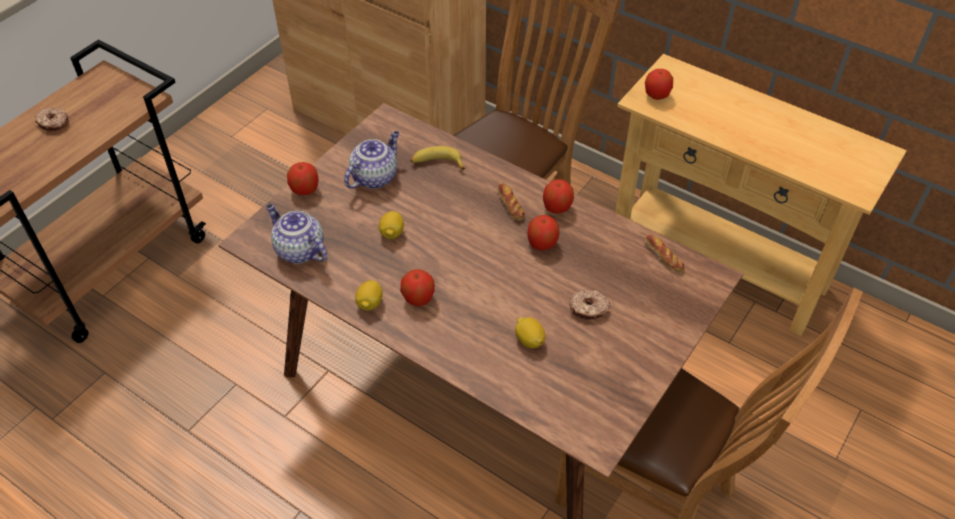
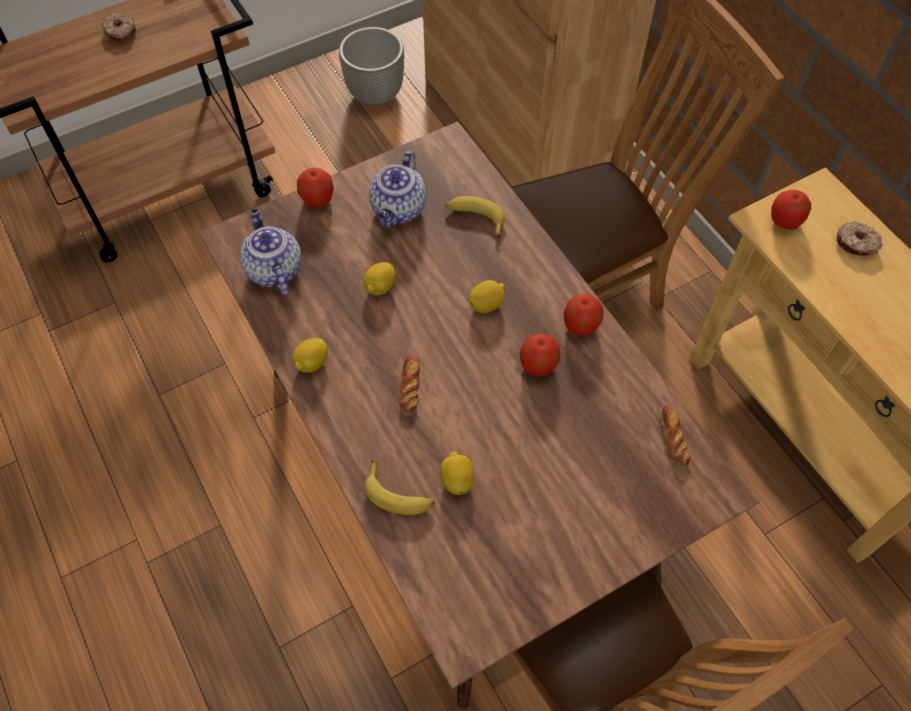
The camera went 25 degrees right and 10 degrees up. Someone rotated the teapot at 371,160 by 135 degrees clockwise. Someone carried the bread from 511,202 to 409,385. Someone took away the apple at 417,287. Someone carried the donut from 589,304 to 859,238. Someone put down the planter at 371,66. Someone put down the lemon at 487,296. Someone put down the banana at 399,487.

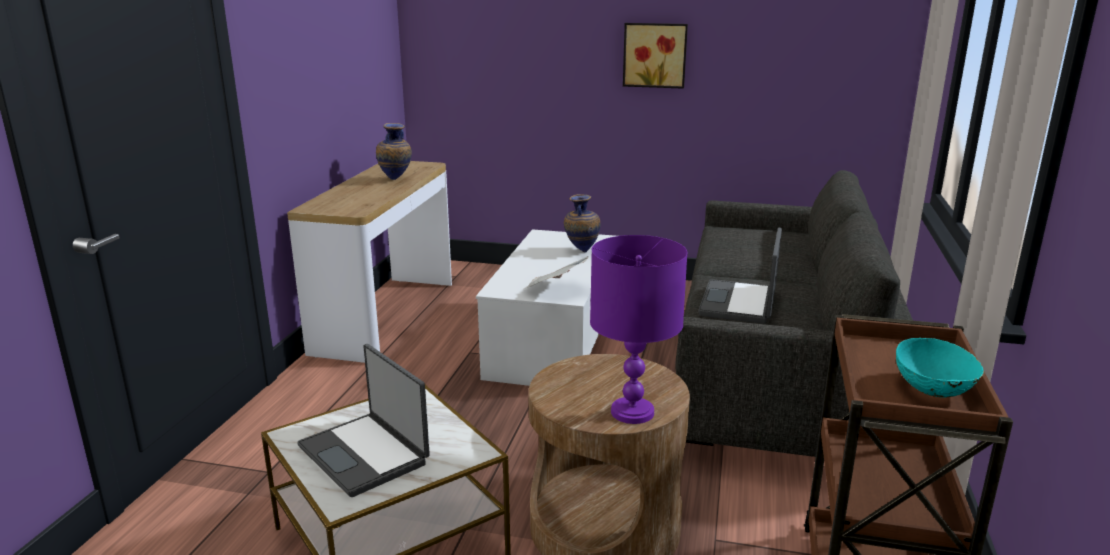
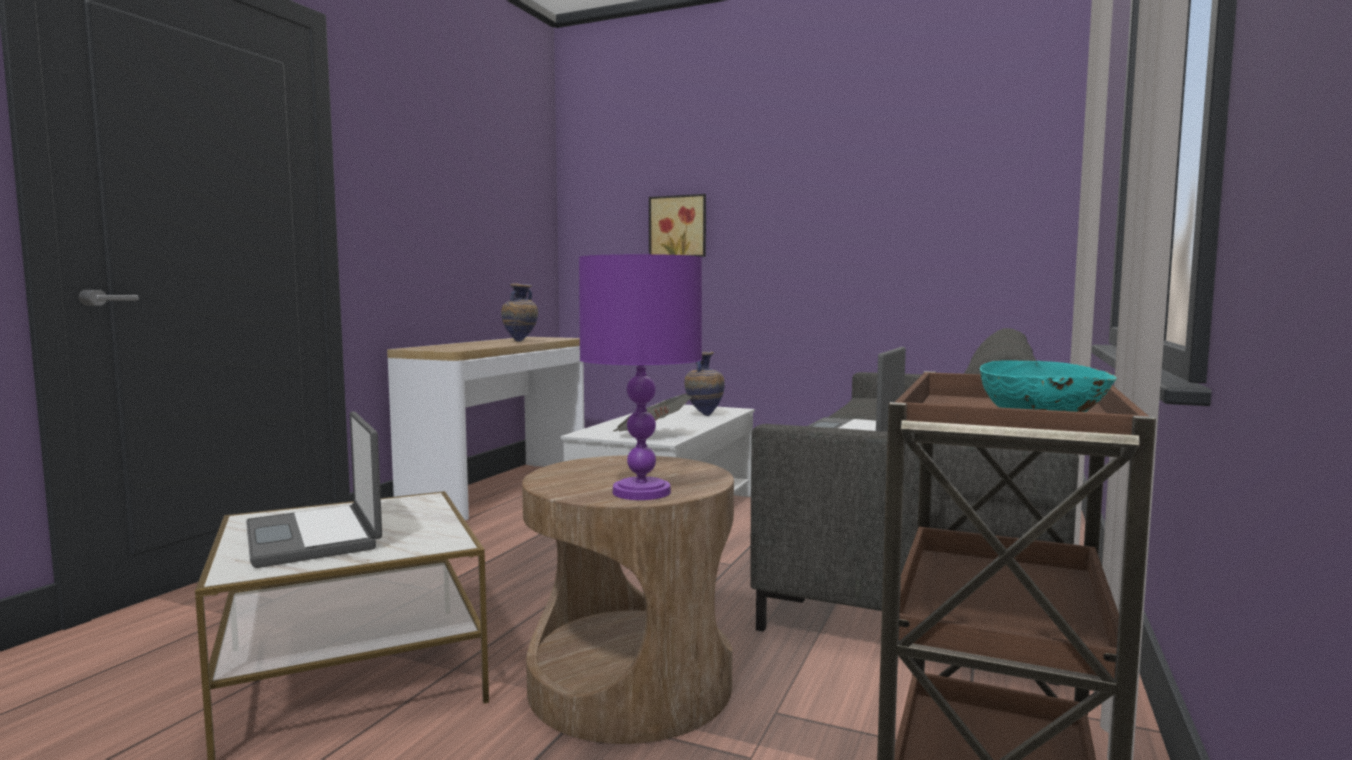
The camera went 10 degrees right and 15 degrees down. Someone carried the picture from 655,56 to 677,225.

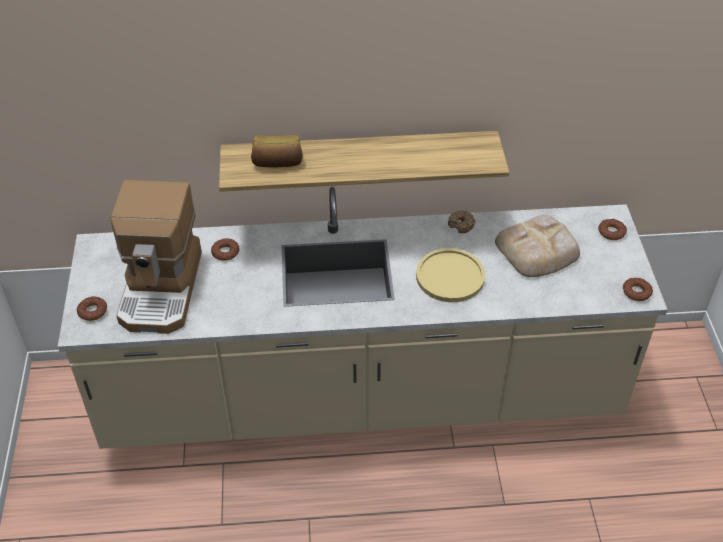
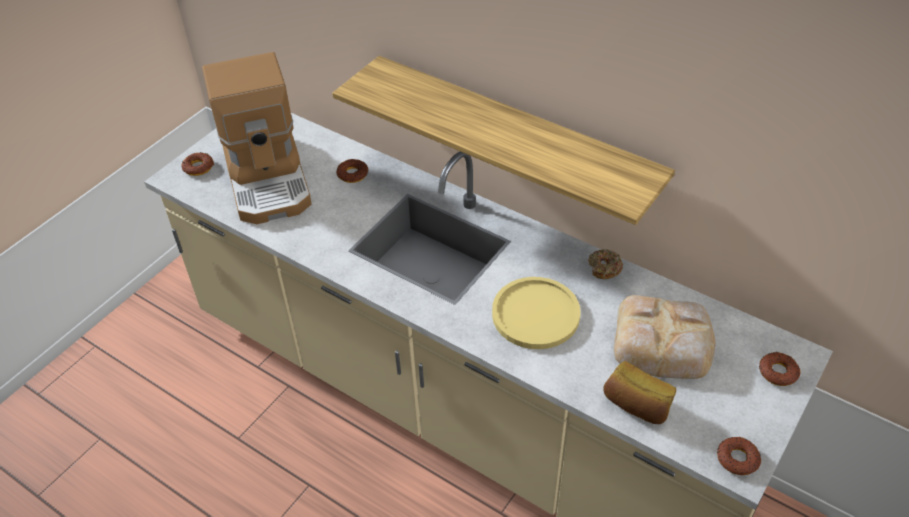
The camera went 40 degrees right and 0 degrees up. Someone carried the bread from 277,151 to 639,392. Someone rotated the coffee machine at 156,257 by 60 degrees counterclockwise.

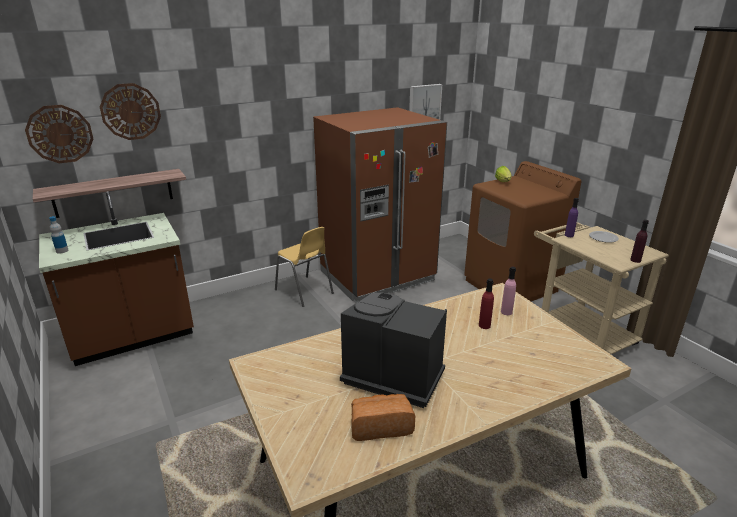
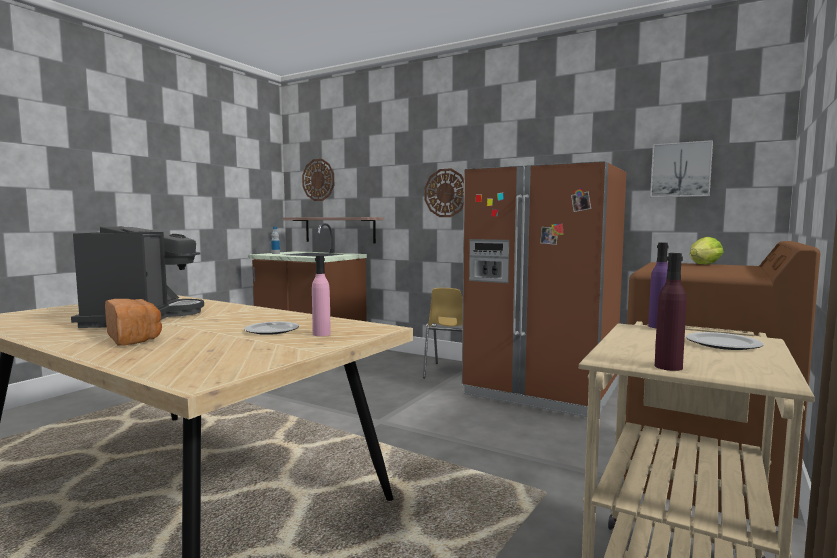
The camera went 60 degrees right and 20 degrees down. Someone carried the wall clock from 130,111 to 444,192. Someone swapped the bottle in red at 486,304 for the plate at 271,328. Someone carried the bread from 383,417 to 133,322.

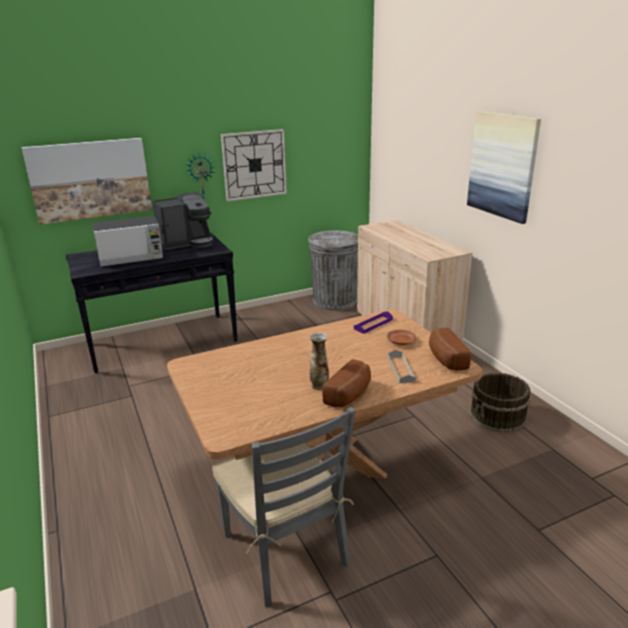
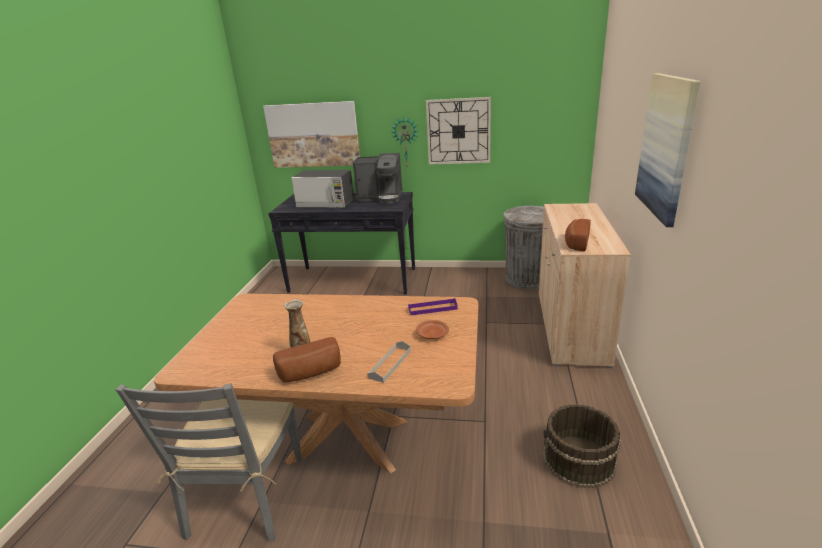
The camera went 35 degrees right and 0 degrees up. Someone carried the bread from 450,349 to 578,235.

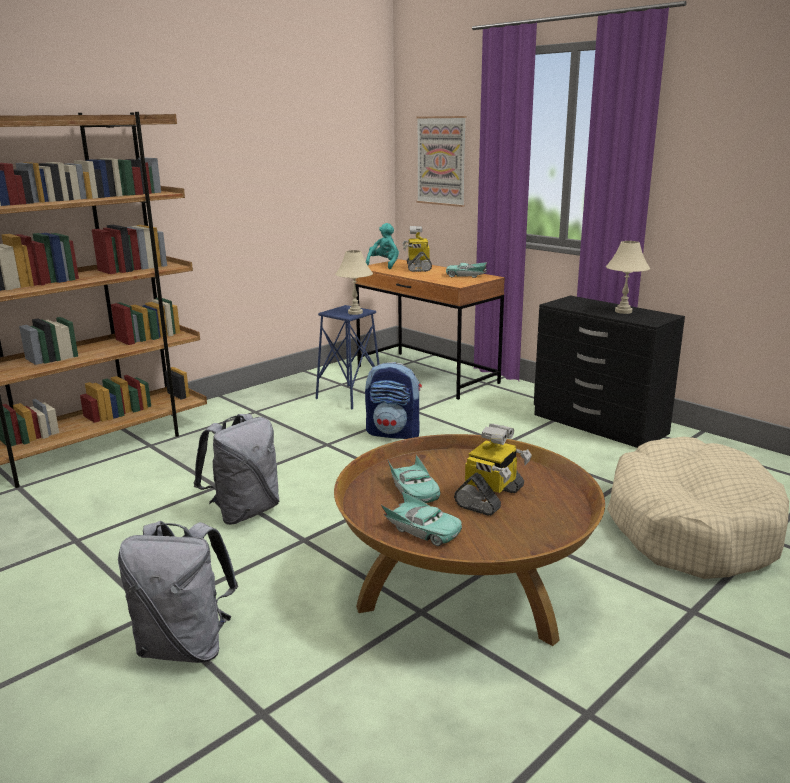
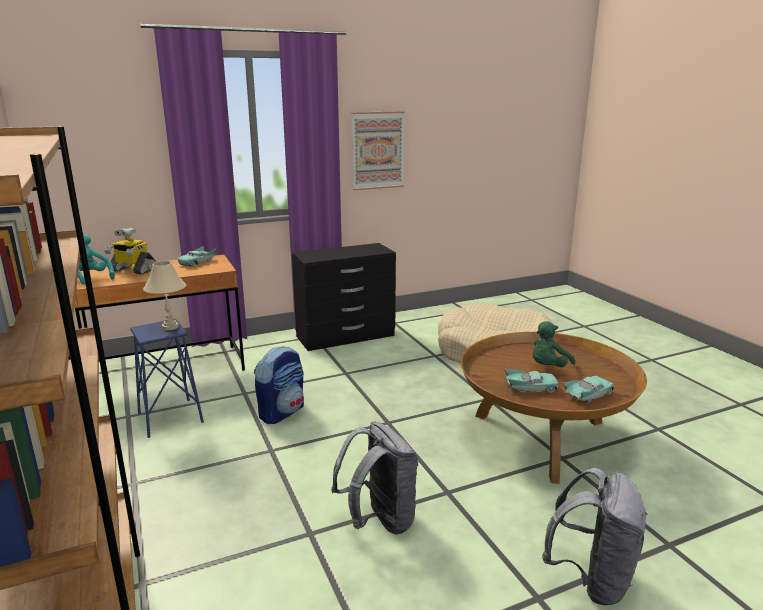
The camera went 70 degrees left and 0 degrees up. Someone carried the picture from 441,161 to 378,150. Someone took away the table lamp in beige at 628,277. Someone swapped the toy robot at 493,470 for the plush toy in green at 554,344.

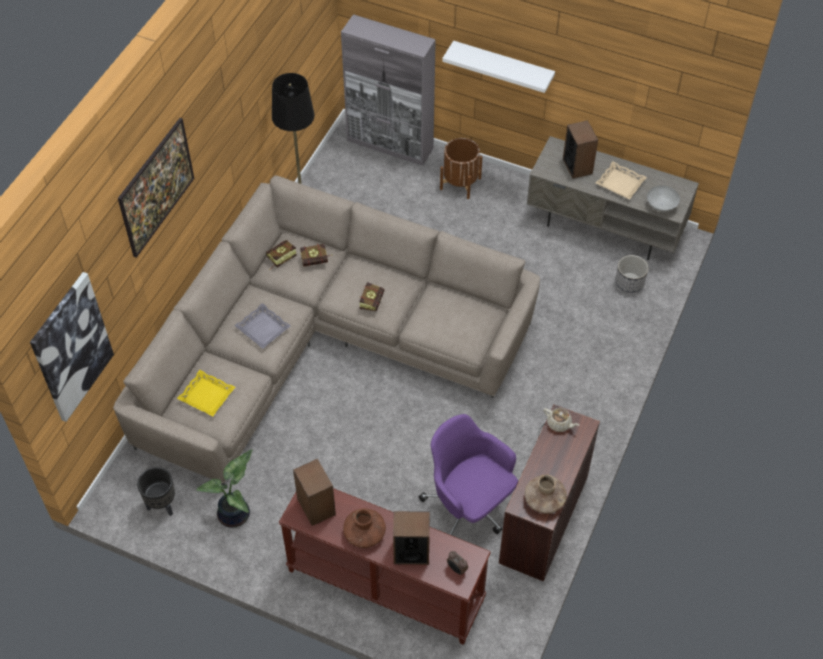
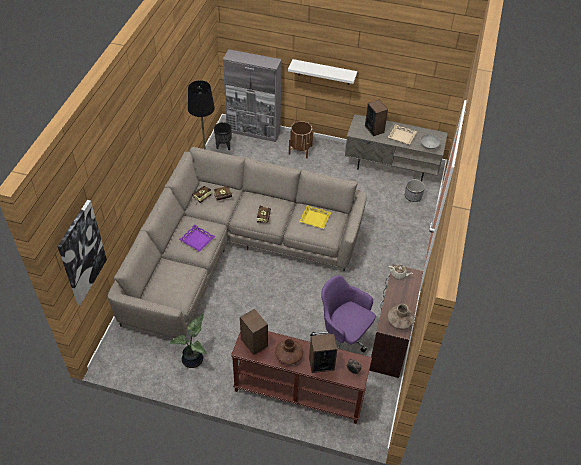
The camera went 10 degrees left and 5 degrees down. Someone took away the picture at 156,188. Someone repainted the tray in grey at 262,326, which became the tray in purple at 197,238. Someone carried the tray in yellow from 206,393 to 315,217. Someone carried the planter in black from 156,491 to 223,136.

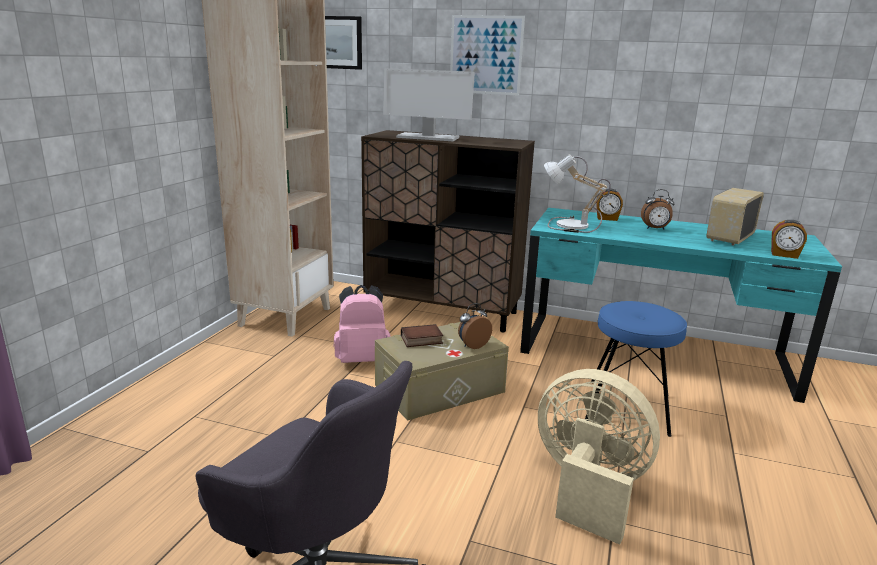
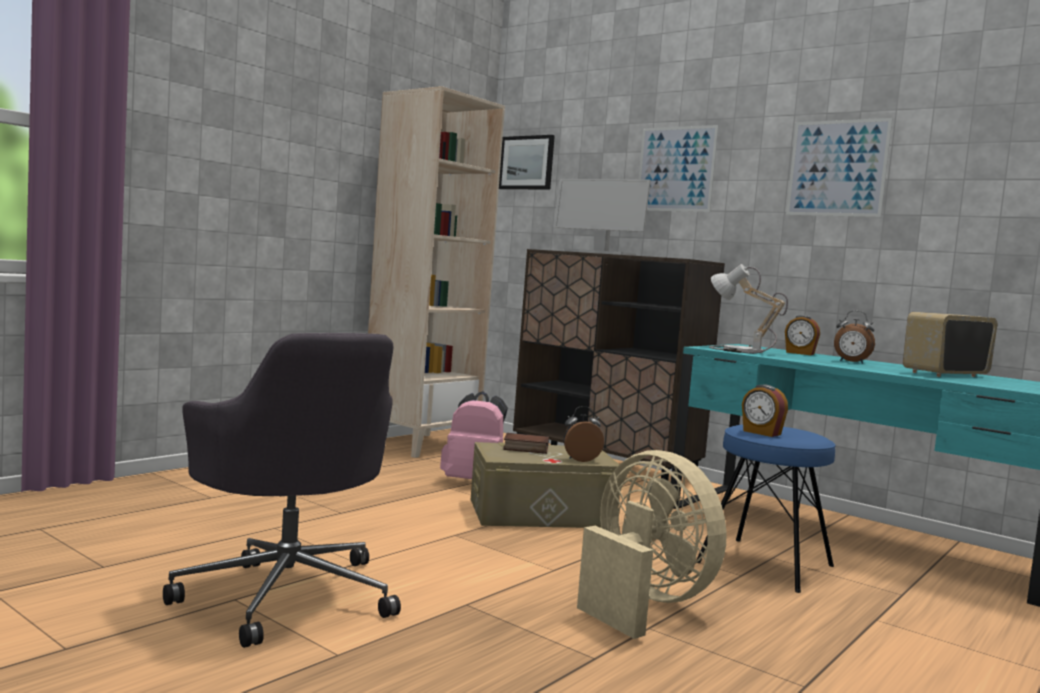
The camera went 20 degrees right and 15 degrees down. Someone carried the alarm clock from 789,239 to 765,411. Someone put up the picture at 839,167.

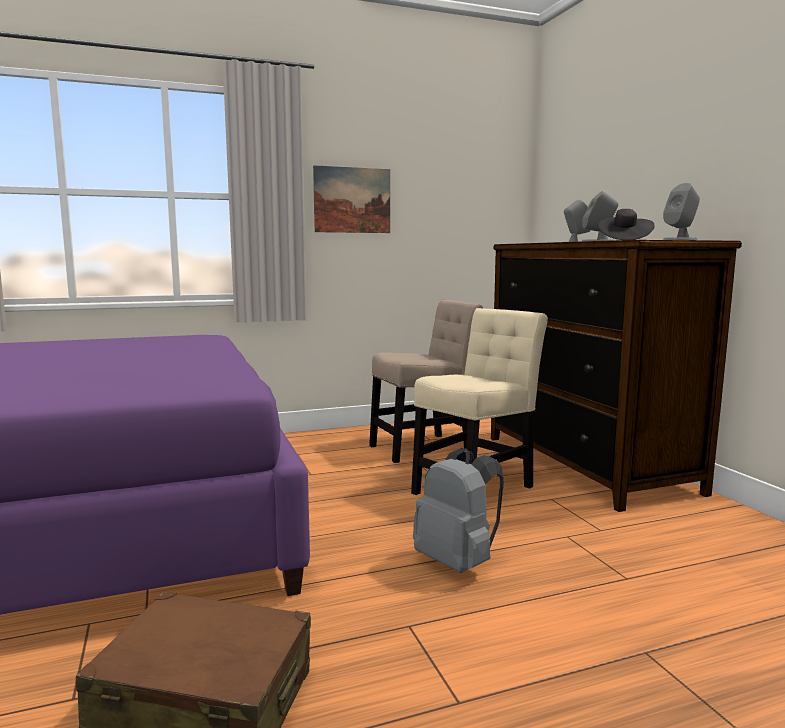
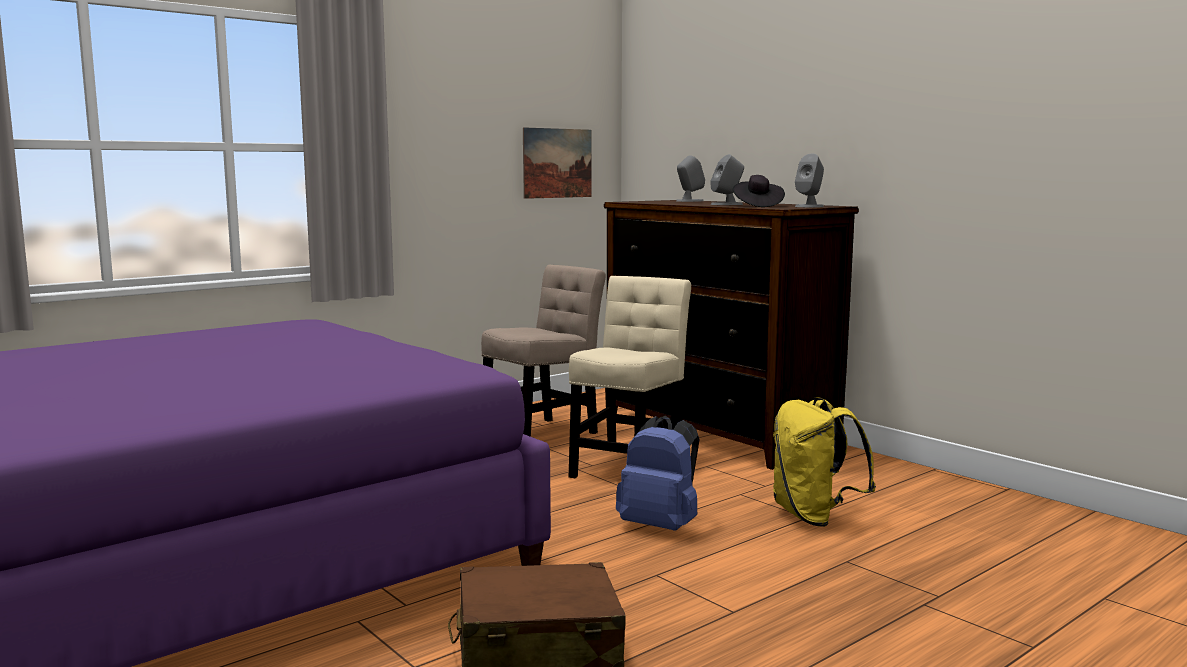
The camera went 20 degrees left and 0 degrees up. Someone carried the picture from 351,199 to 557,163. Someone repainted the backpack in grey at 458,510, which became the backpack in blue at 658,473. Someone put down the backpack in yellow at 824,462.

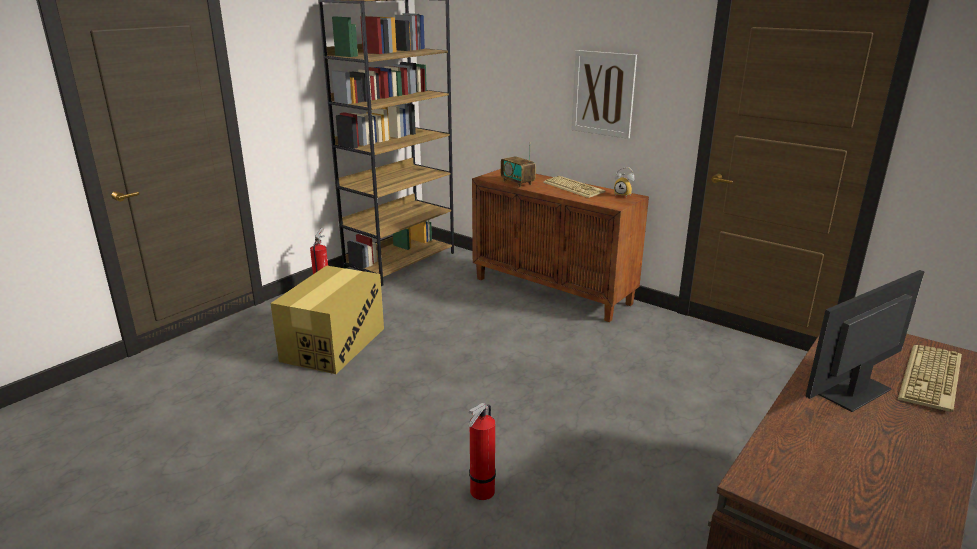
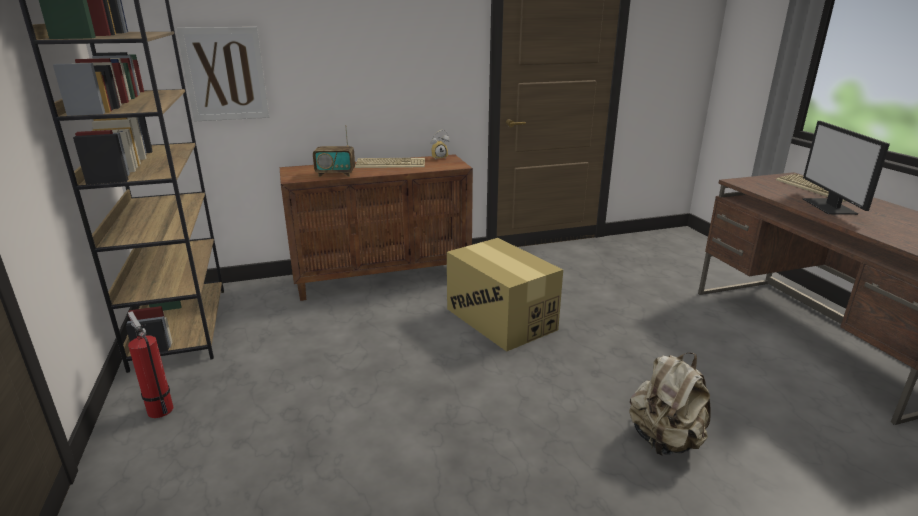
The camera went 55 degrees left and 0 degrees up. Someone carried the picture from 604,94 to 222,74. Someone carried the cardboard box from 327,320 to 505,295. Someone swapped the fire extinguisher at 482,451 for the backpack in beige at 670,404.

